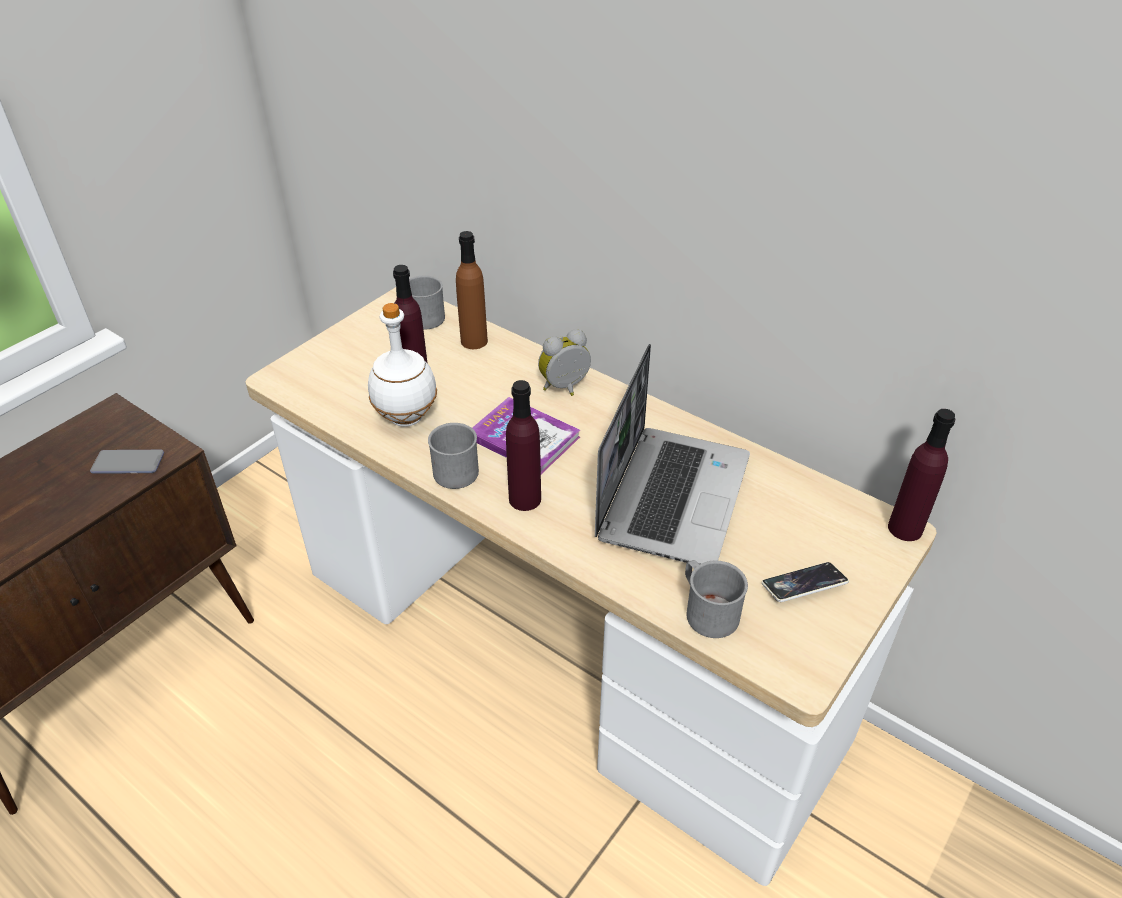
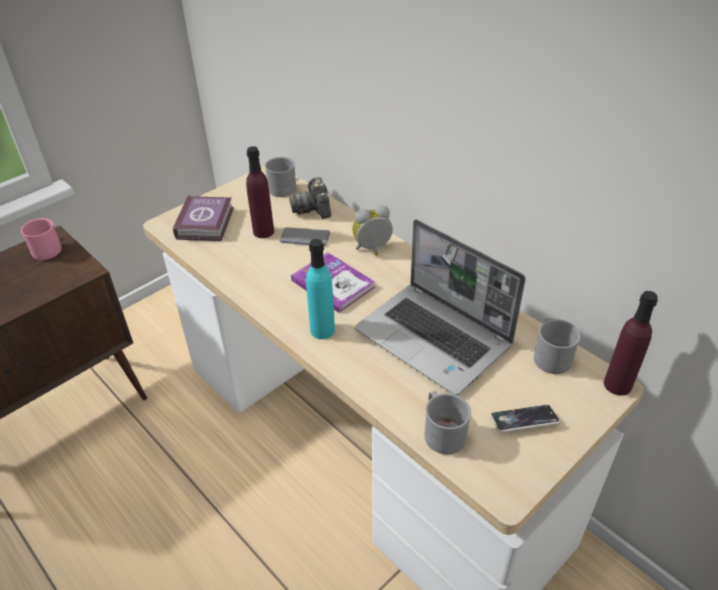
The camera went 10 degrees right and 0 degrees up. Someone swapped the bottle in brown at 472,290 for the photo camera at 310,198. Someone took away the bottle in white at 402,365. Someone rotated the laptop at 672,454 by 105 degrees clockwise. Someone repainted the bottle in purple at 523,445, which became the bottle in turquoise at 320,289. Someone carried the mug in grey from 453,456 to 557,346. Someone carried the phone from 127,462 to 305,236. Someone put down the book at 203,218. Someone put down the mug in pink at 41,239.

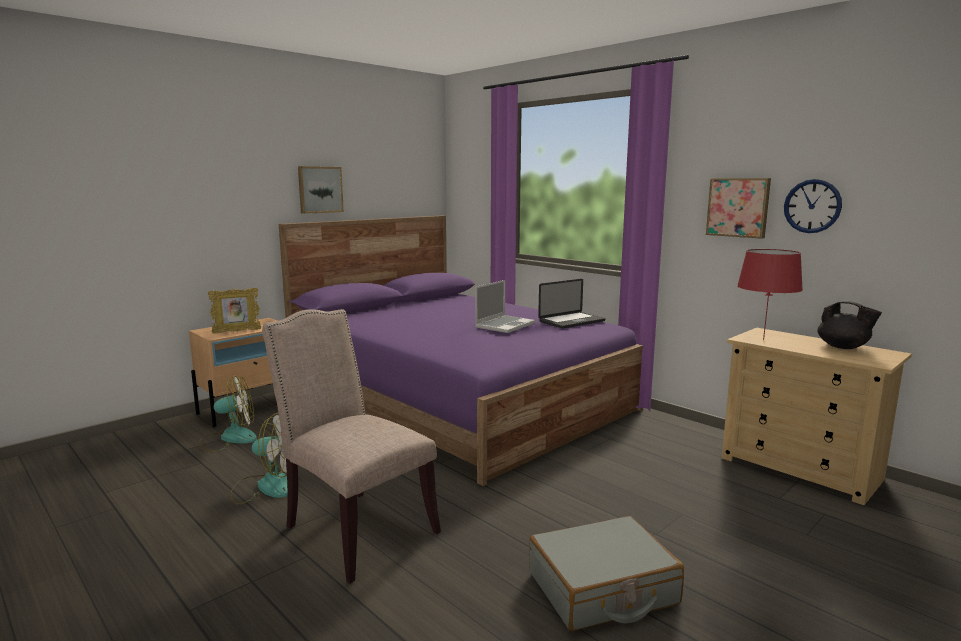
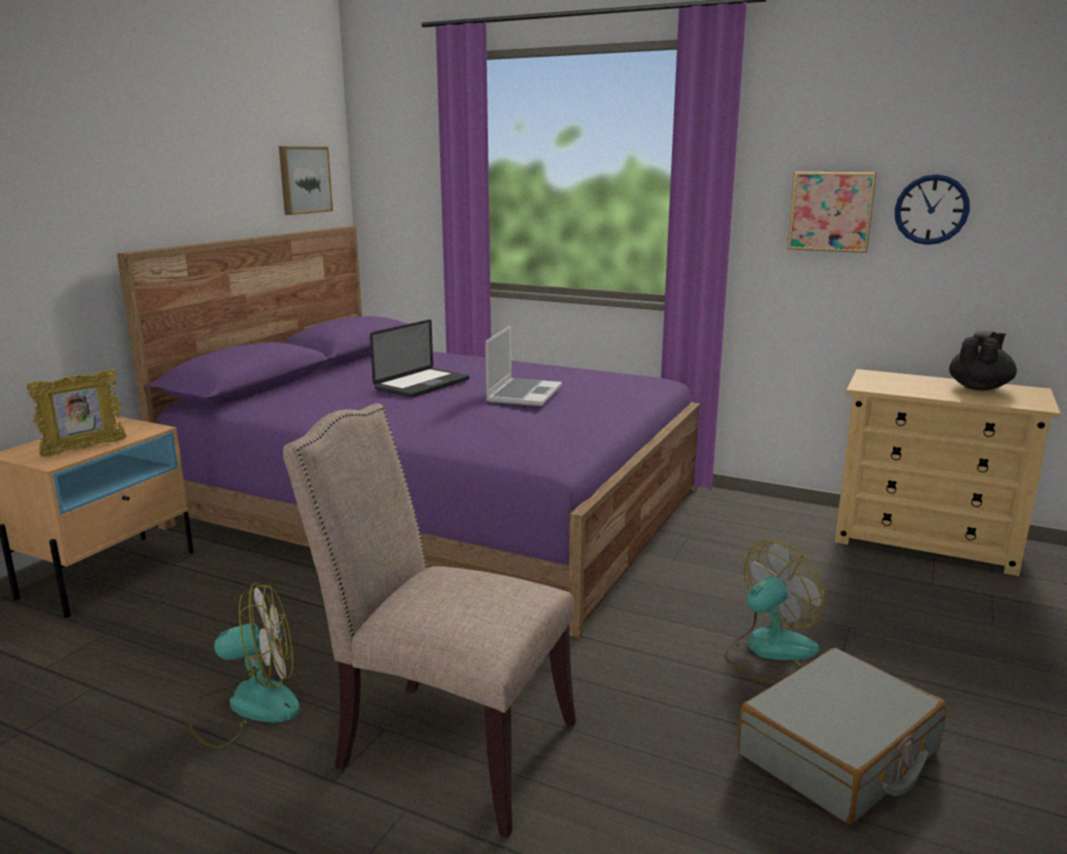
The camera went 20 degrees left and 5 degrees up. Someone carried the picture from 321,190 to 306,180. Someone took away the table lamp in red at 770,294. Someone carried the laptop from 572,304 to 420,359. Someone rotated the teapot in black at 849,325 by 75 degrees counterclockwise. Someone carried the fan from 228,414 to 775,612.

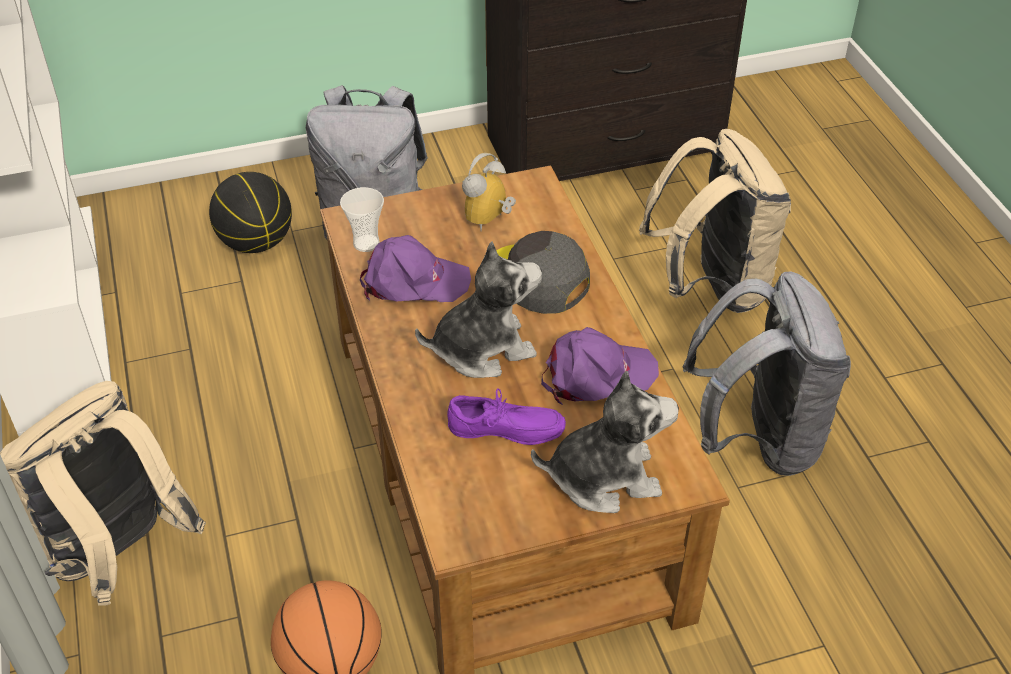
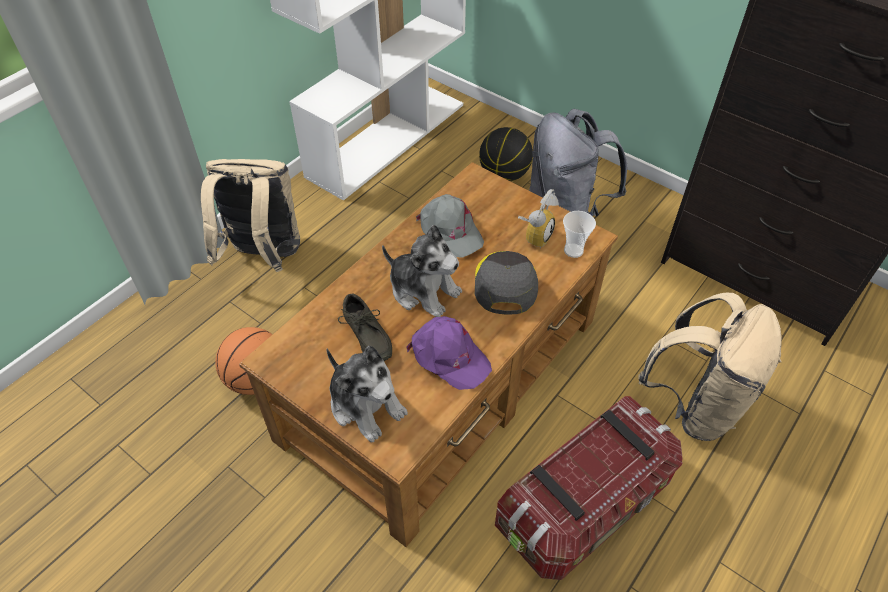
The camera went 55 degrees right and 5 degrees up. Someone rotated the alarm clock at 489,192 by 120 degrees clockwise. Someone carried the cup from 362,219 to 579,234. Someone repainted the cap in purple at 415,268, which became the cap in grey at 450,226. Someone swapped the backpack in grey at 767,373 for the storage box at 589,488. Someone repainted the shoe in purple at 506,416, which became the shoe in grey at 365,327.

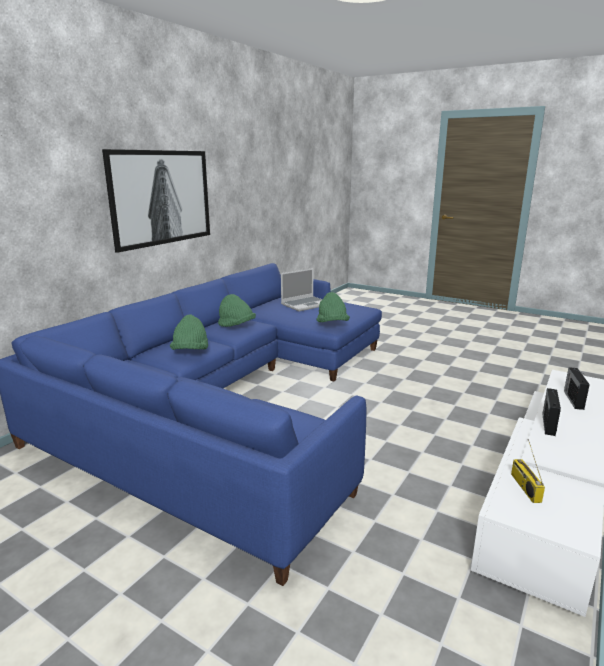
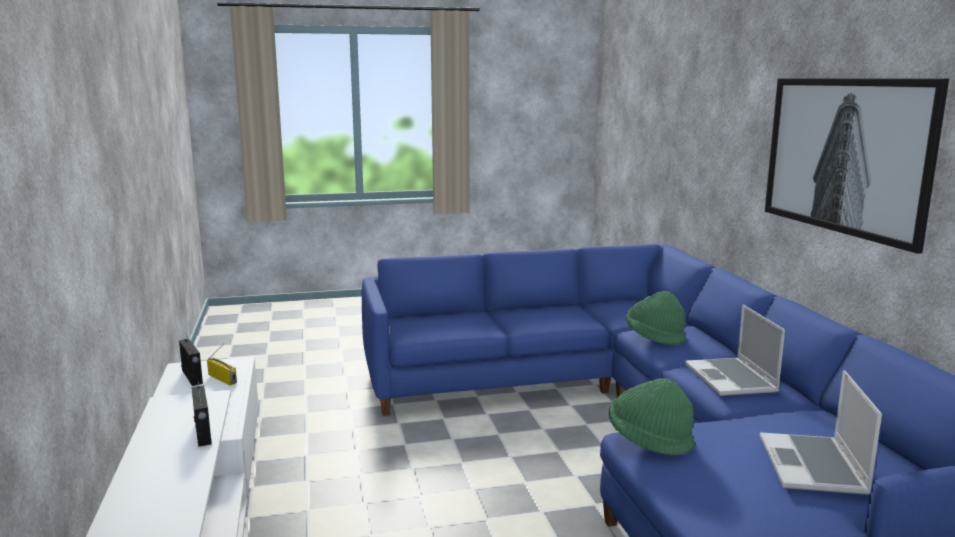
The camera went 135 degrees right and 5 degrees down. Someone swapped the hat in green at 237,310 for the laptop at 735,350. Someone carried the radio from 577,388 to 191,359.

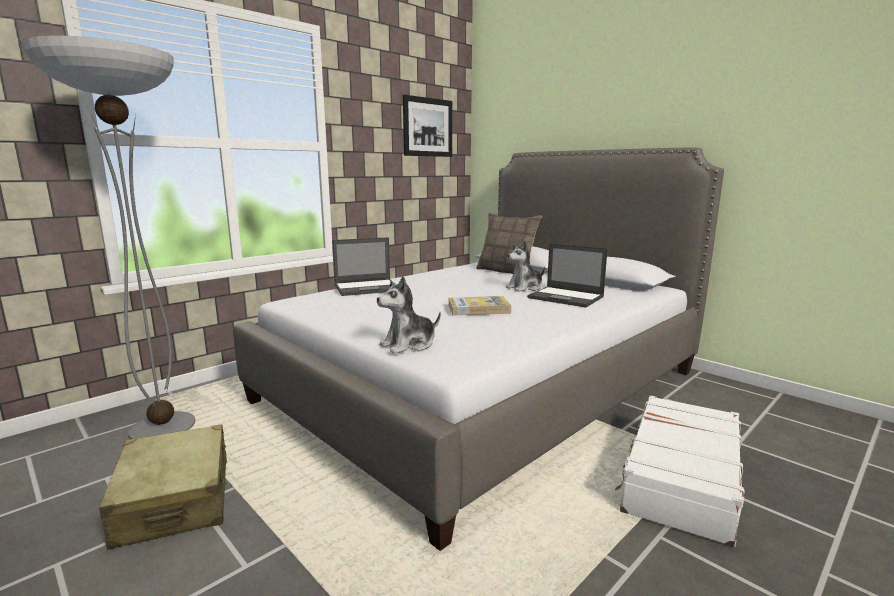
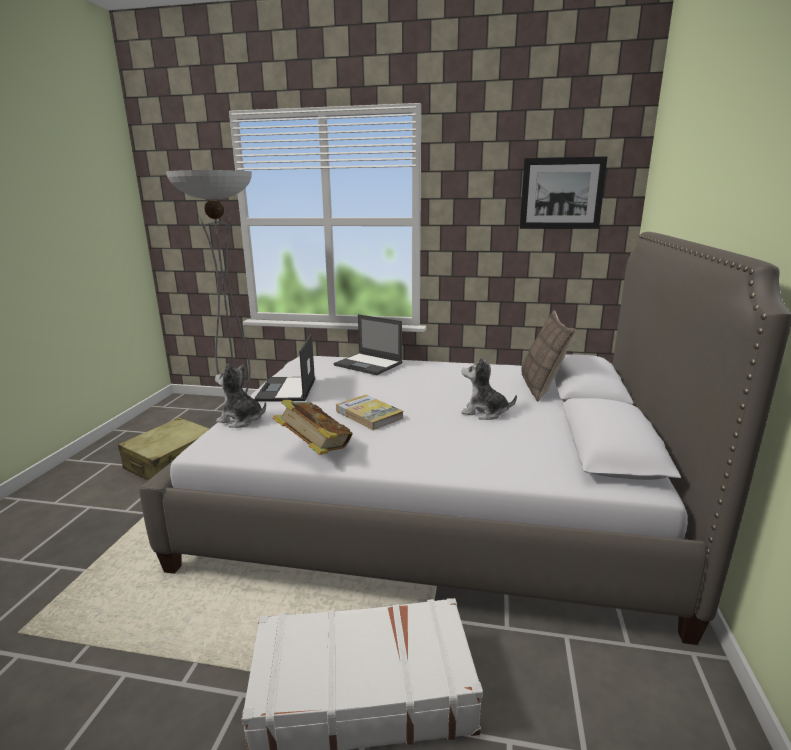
The camera went 55 degrees right and 5 degrees up. Someone carried the laptop from 567,275 to 284,368. Someone put down the book at 313,427.

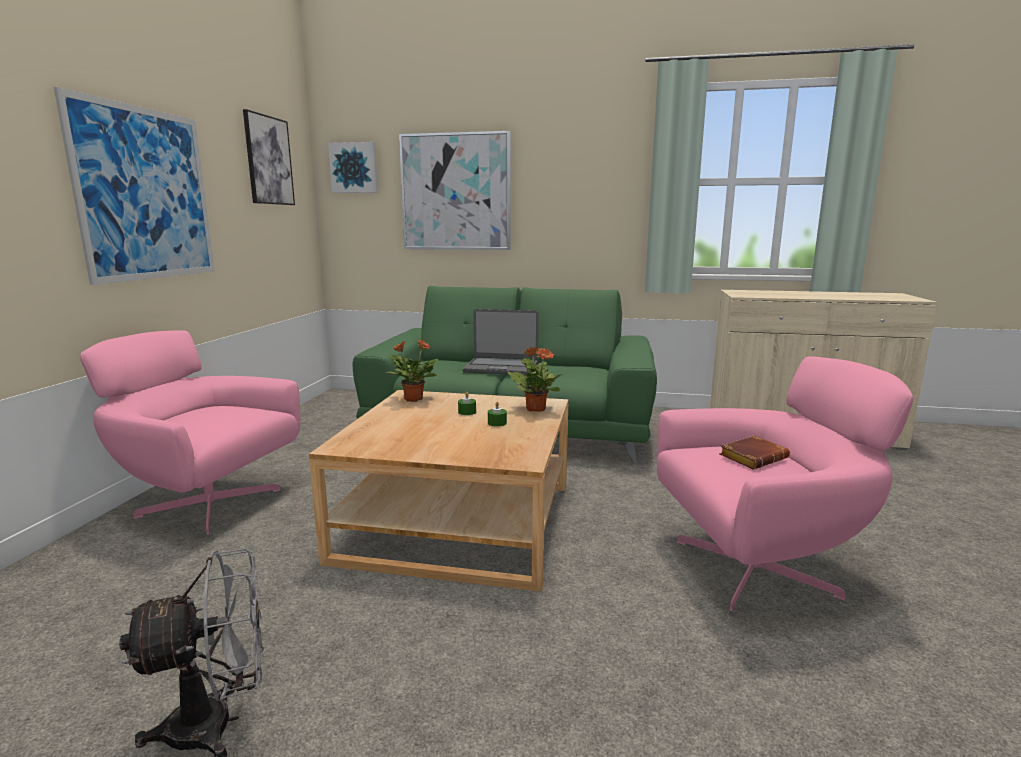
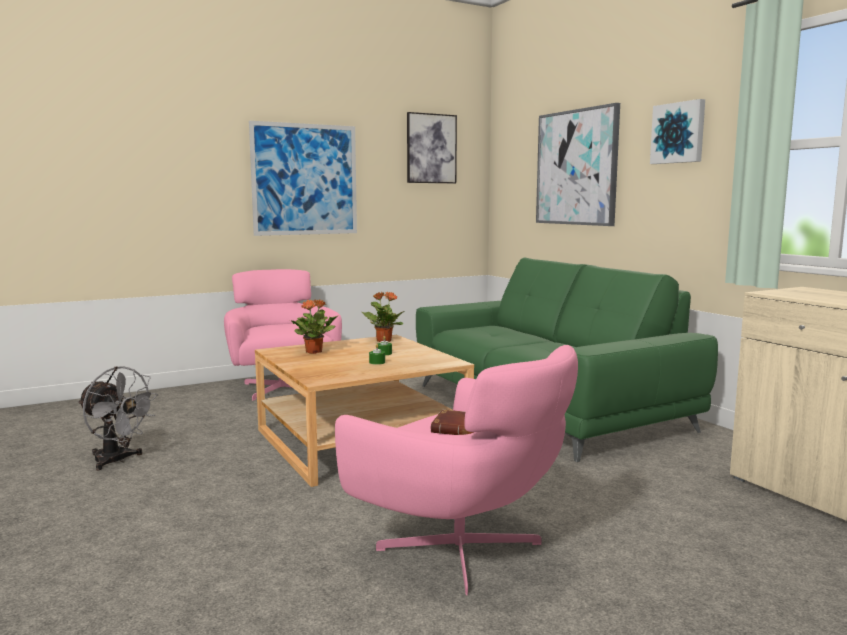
The camera went 50 degrees right and 5 degrees down. Someone carried the picture from 353,167 to 677,131. Someone took away the laptop at 501,342. Someone carried the potted plant from 534,379 to 314,326.

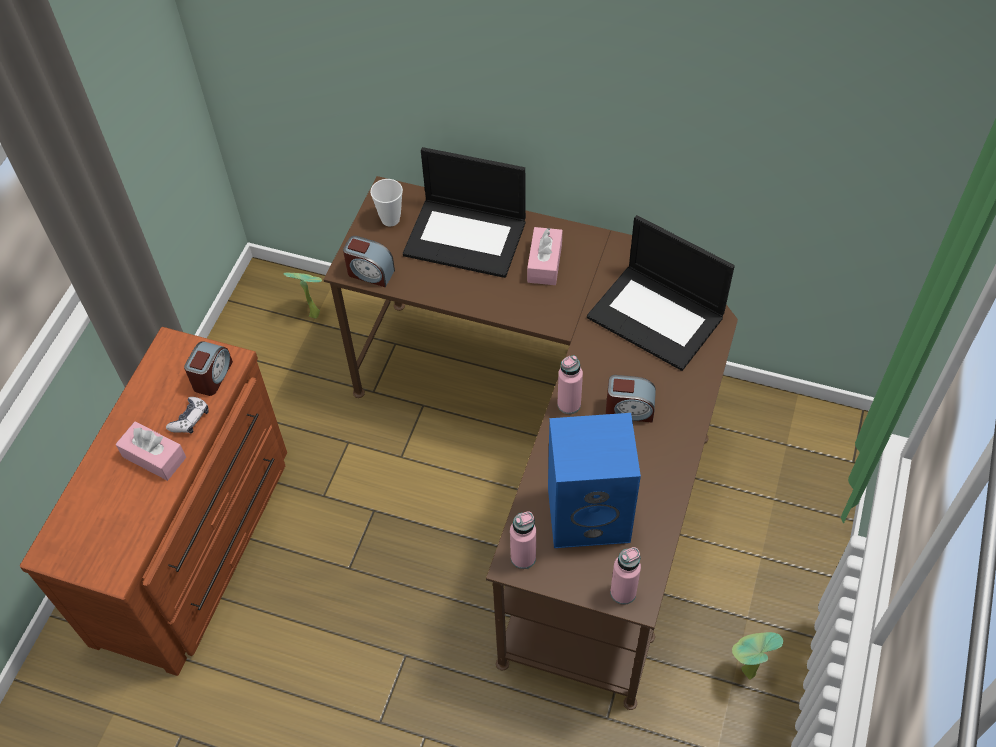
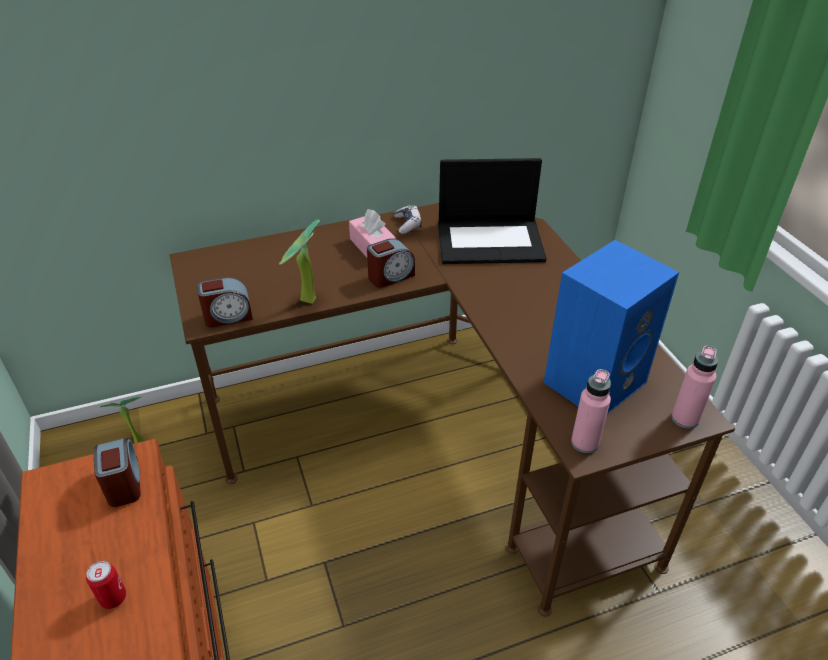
The camera went 40 degrees left and 15 degrees down. Someone took away the laptop at 464,212. Someone took away the cup at 386,202. Someone took away the bottle in pink at 570,384. Someone carried the alarm clock from 631,399 to 391,263. Someone carried the game controller from 187,415 to 408,219. Someone swapped the tissue box in pink at 151,451 for the can at 106,584. Someone carried the potted plant from 757,656 to 299,261.

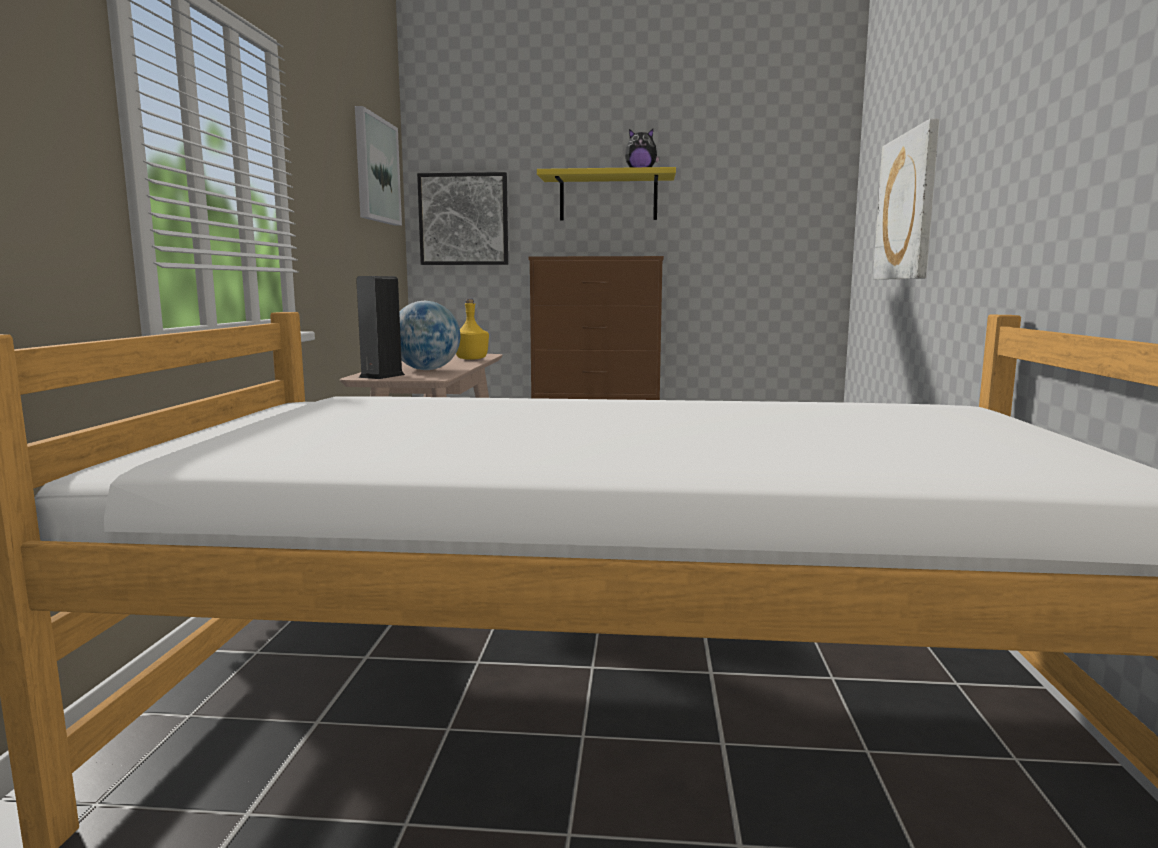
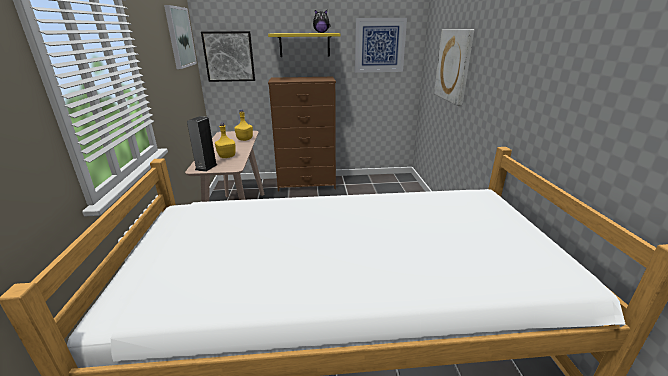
The camera went 10 degrees left and 15 degrees up. Someone swapped the globe at 429,335 for the bottle in yellow at 225,140. Someone put up the picture at 381,45.

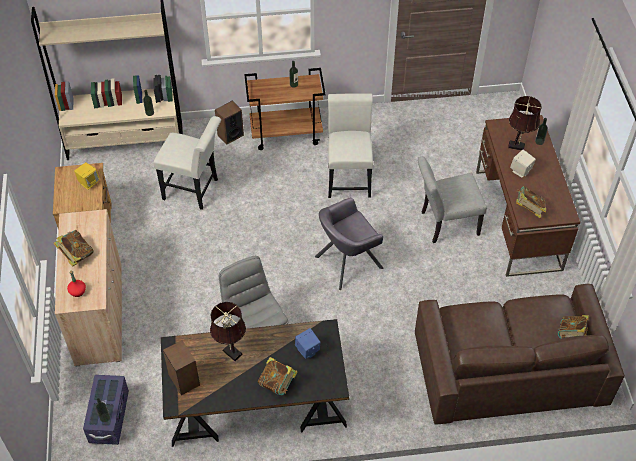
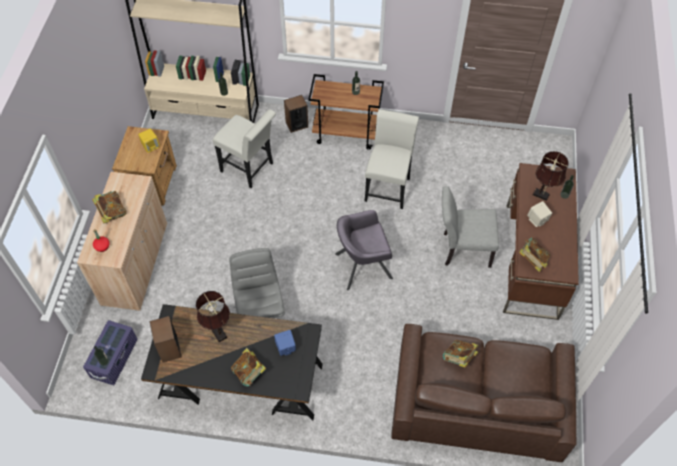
The camera went 15 degrees right and 5 degrees up. Someone carried the book from 573,327 to 460,353.

